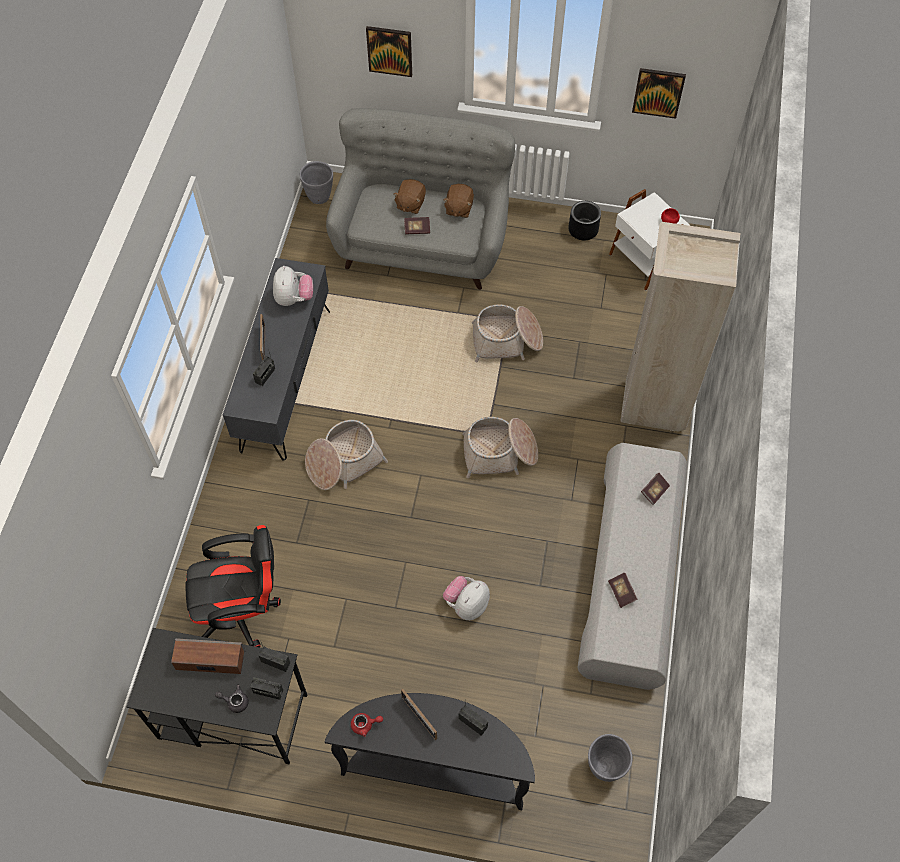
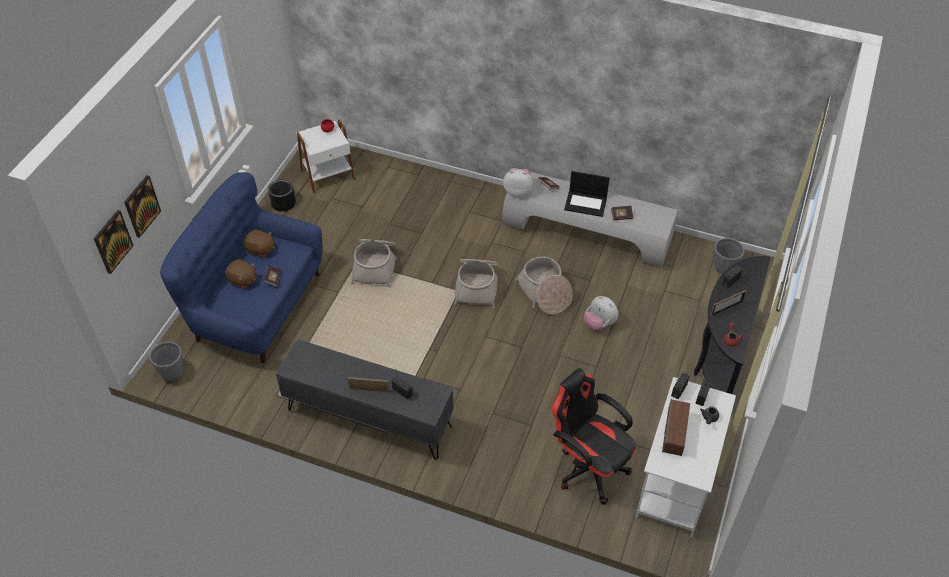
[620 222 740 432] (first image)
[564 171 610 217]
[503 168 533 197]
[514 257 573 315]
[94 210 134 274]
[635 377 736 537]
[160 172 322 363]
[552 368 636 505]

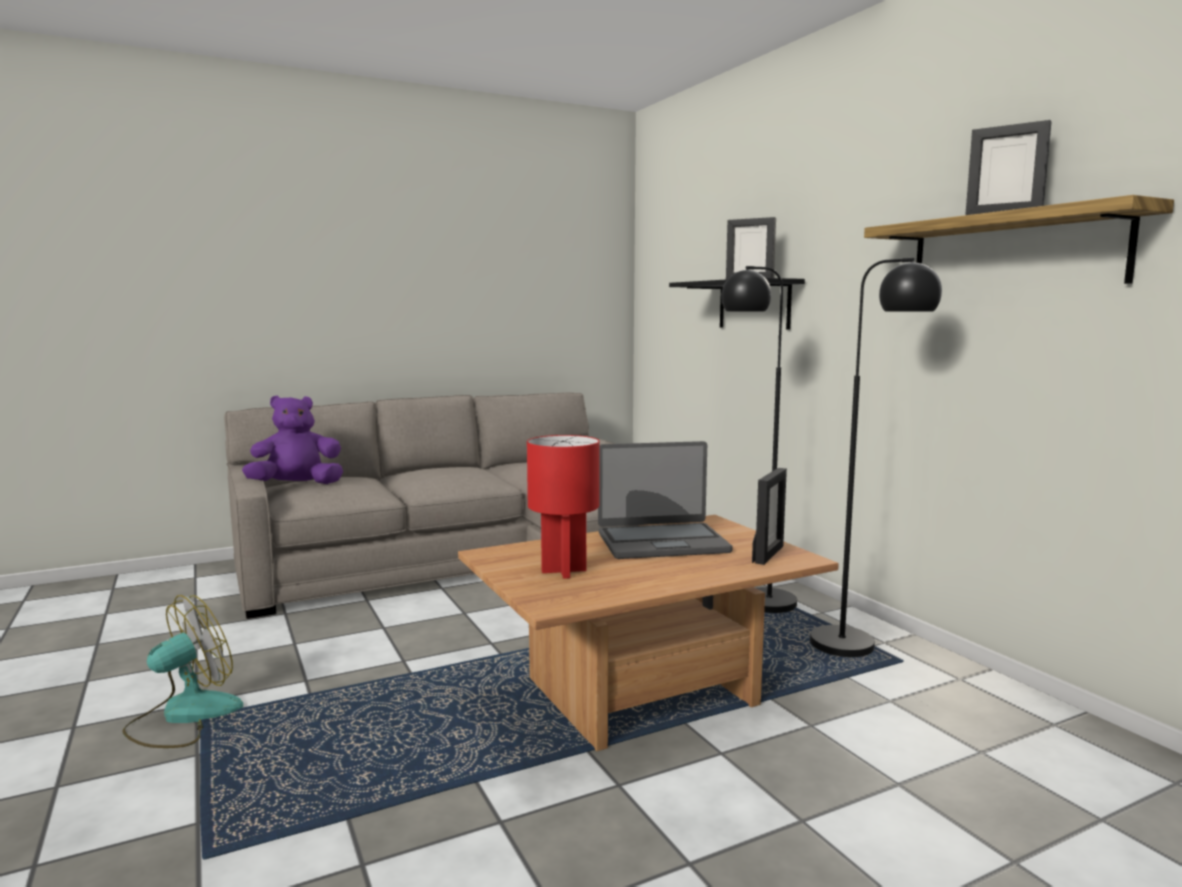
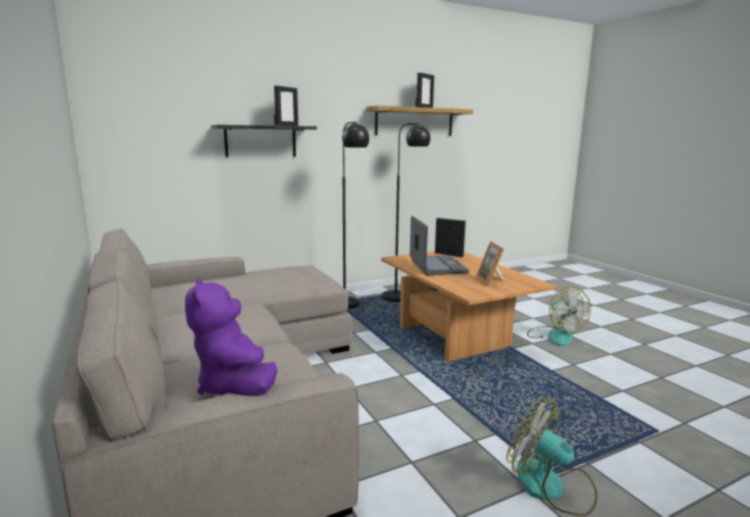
[527 286 591 346]
[476 241 504 286]

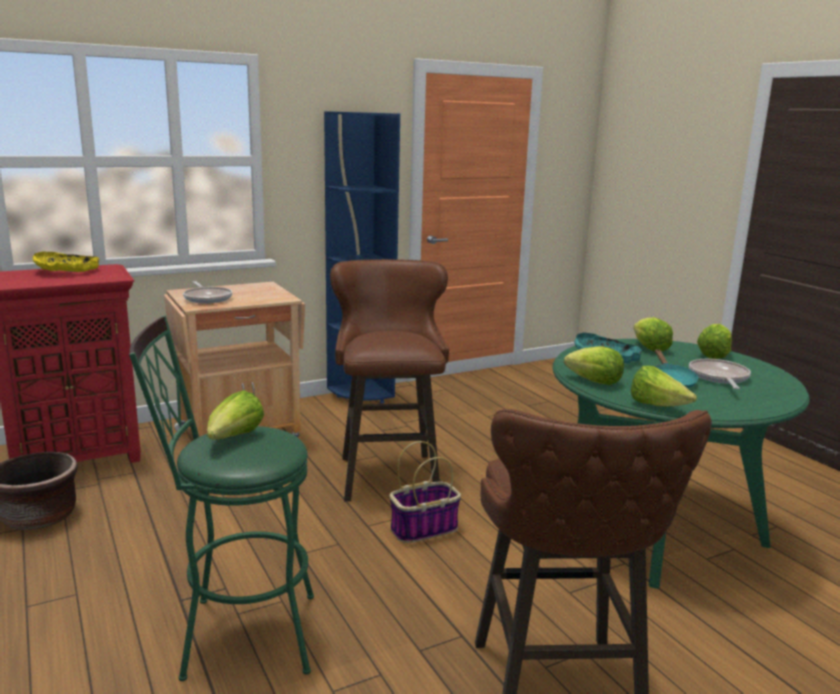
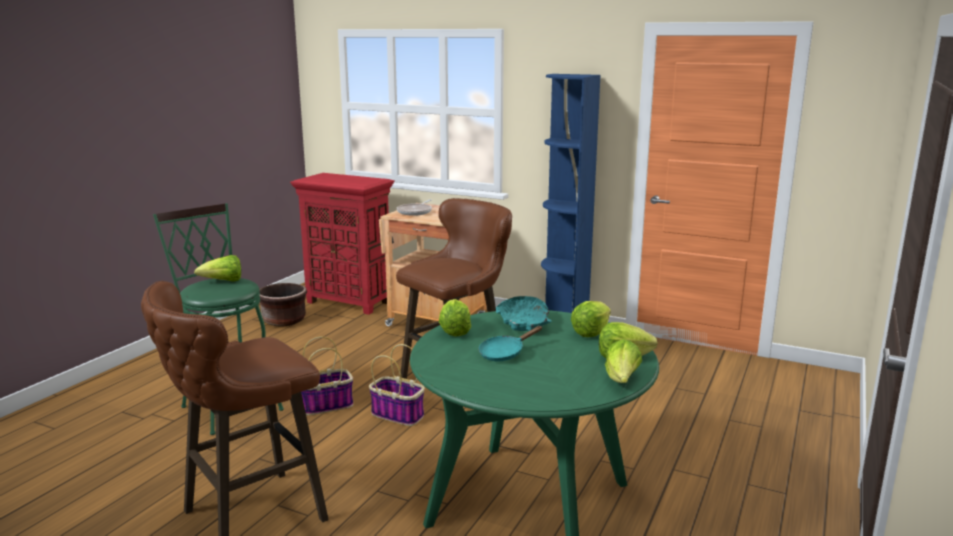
[32 251 99 272] (first image)
[689 359 751 389] (first image)
[301 337 354 415]
[605 339 642 383]

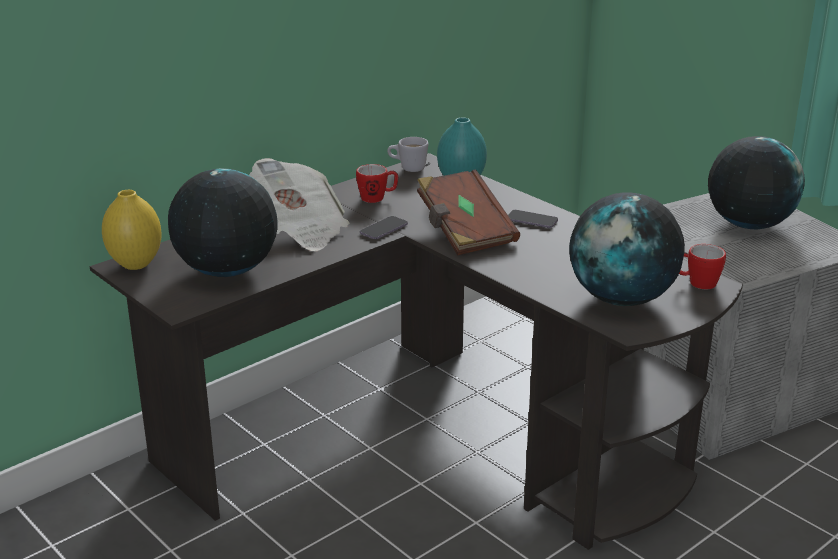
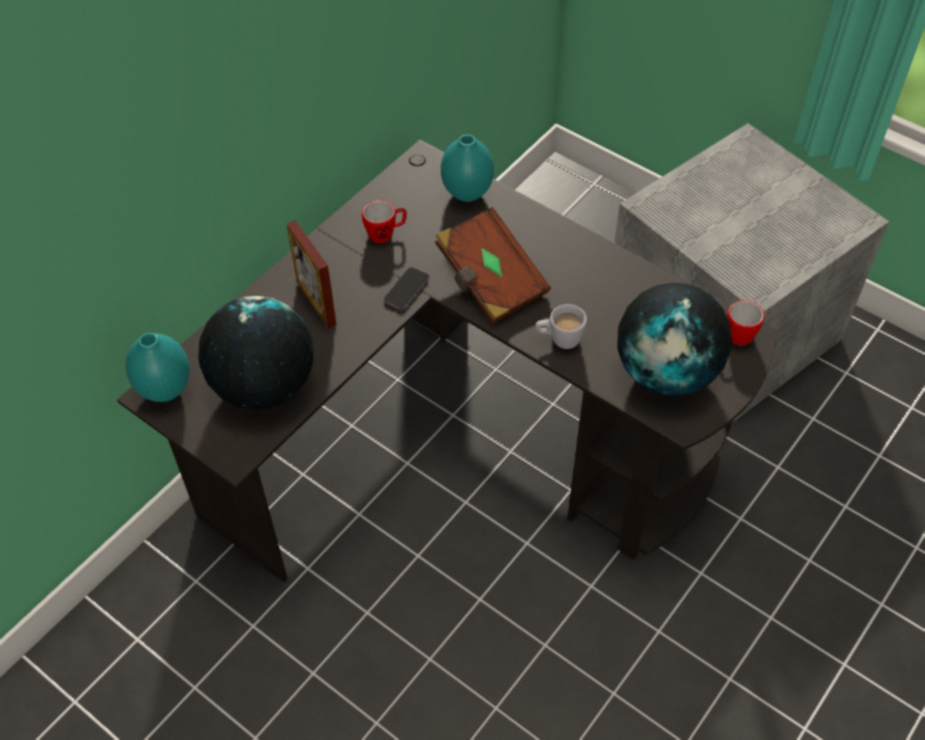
[508 210 558 228] (first image)
[708 136 805 229] (first image)
[535 304 587 349]
[287 220 337 329]
[125 333 190 402]

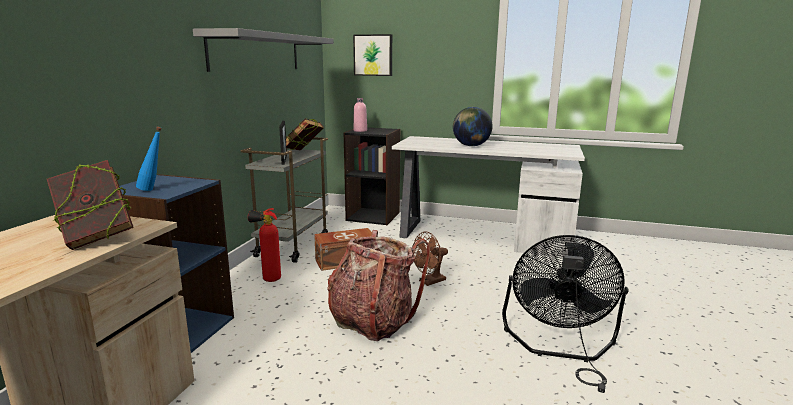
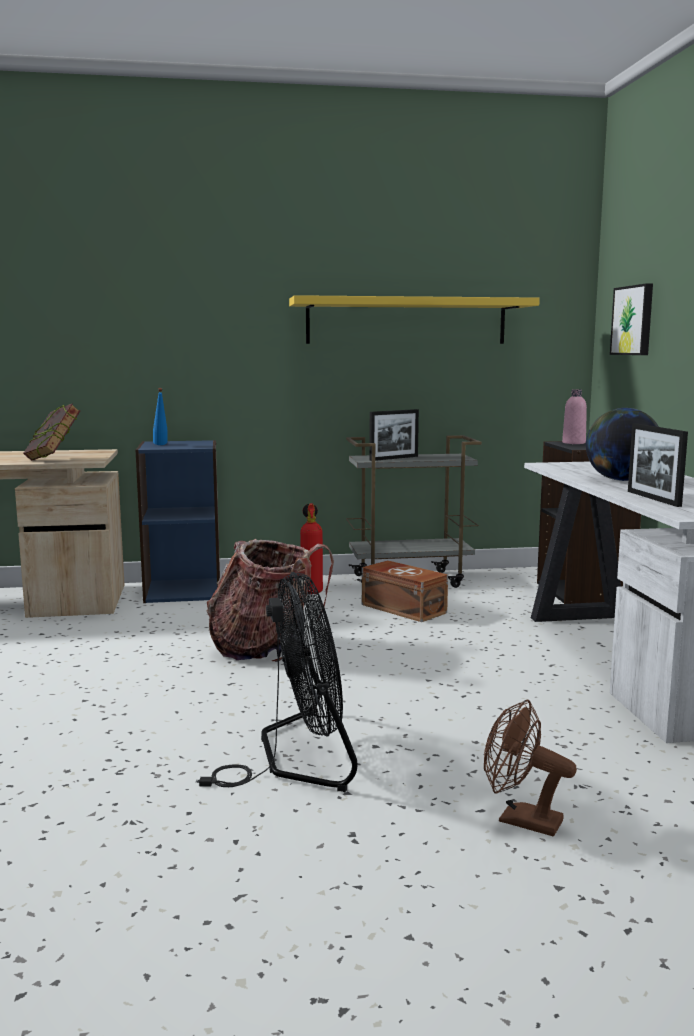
[286 118 324 151] (first image)
[628 423 688 507]
[484 700 577 836]
[289 295 540 344]

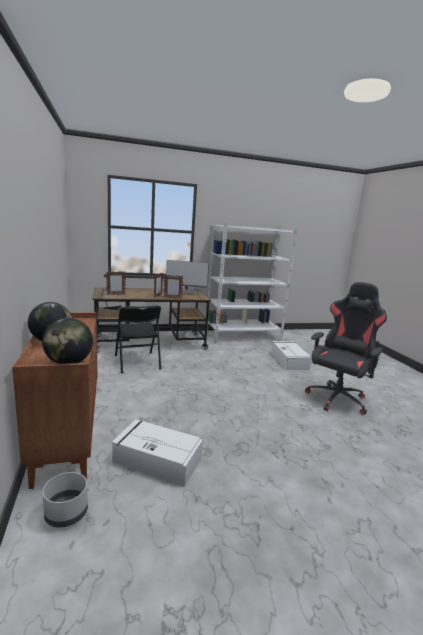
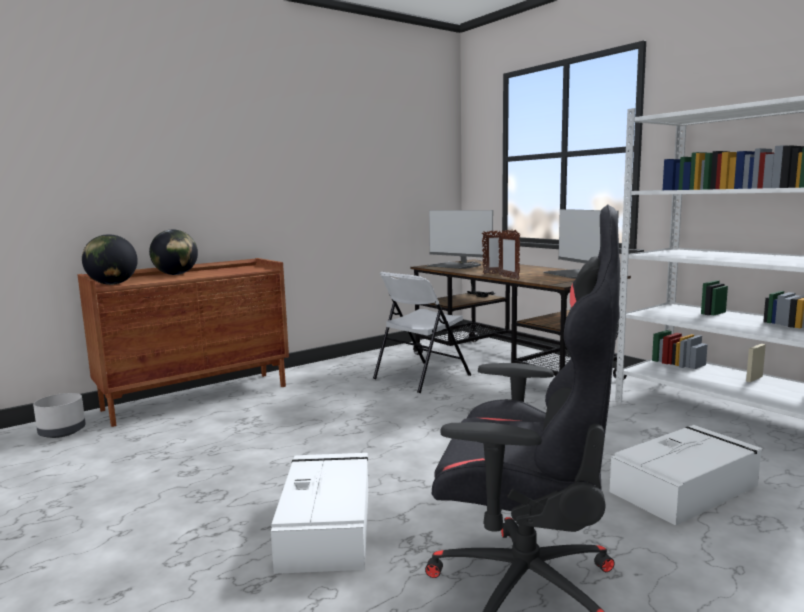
[271 453 368 574]
[427 210 493 269]
[373 272 471 393]

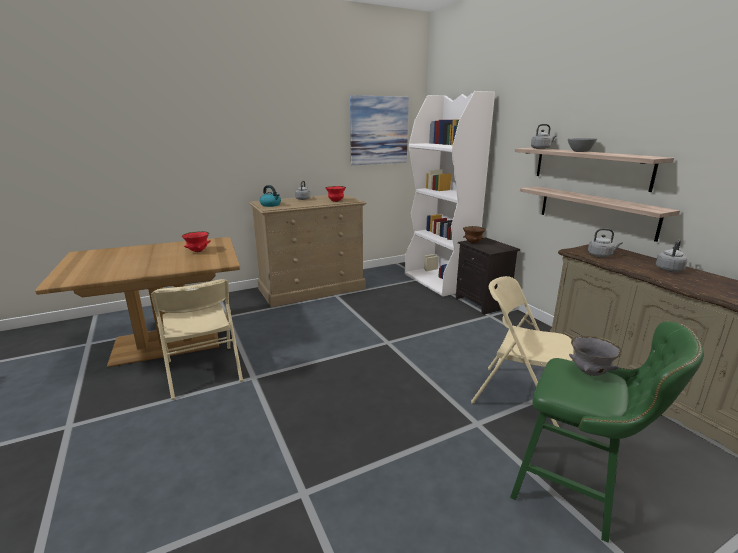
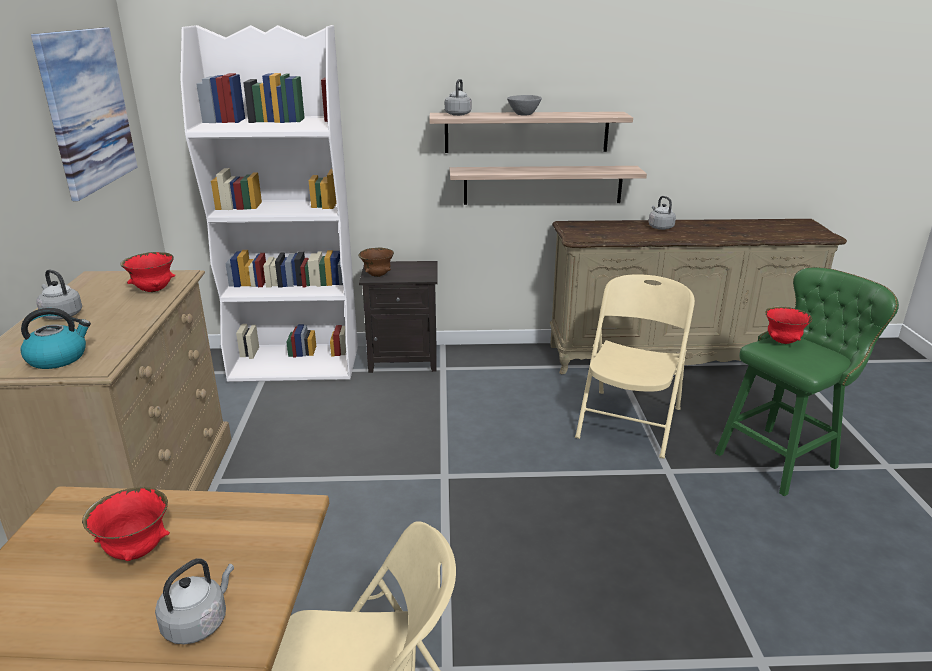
[155 559 234 644]
[765 306 812 344]
[575 274 695 459]

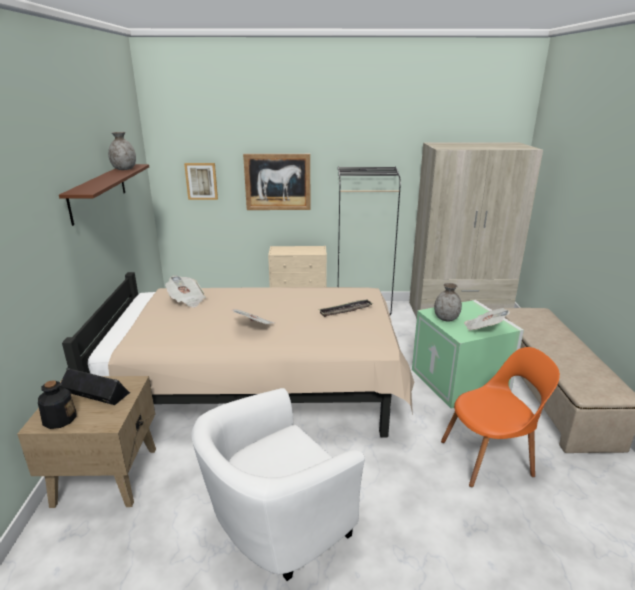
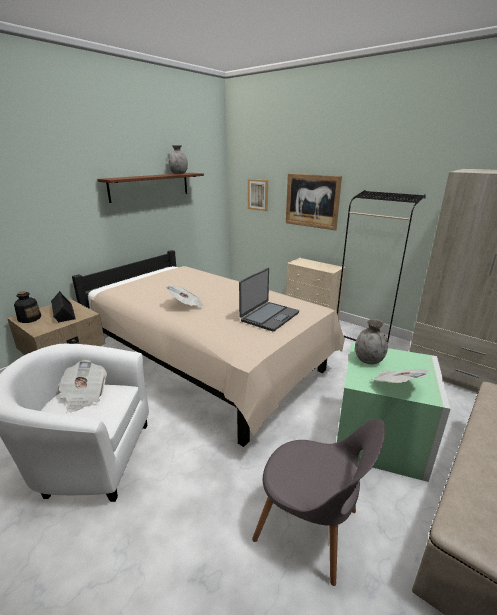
[58 360 107 412]
[239 268 299 332]
[252 419 386 586]

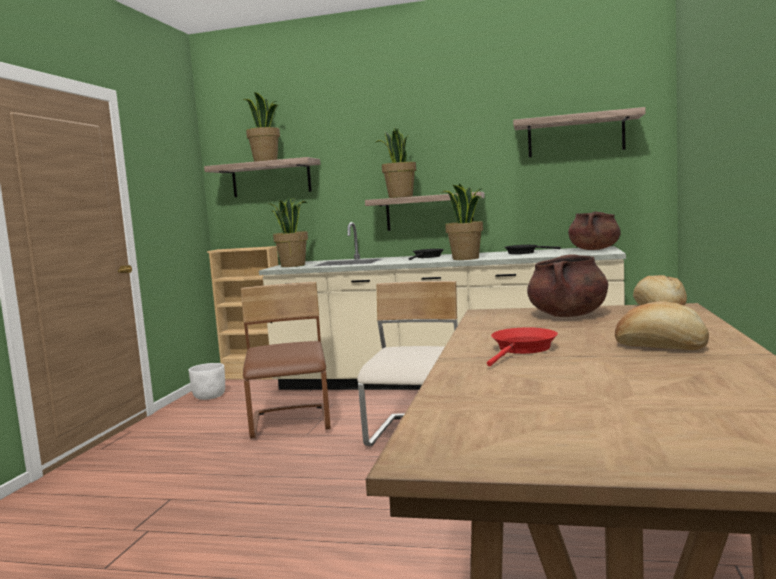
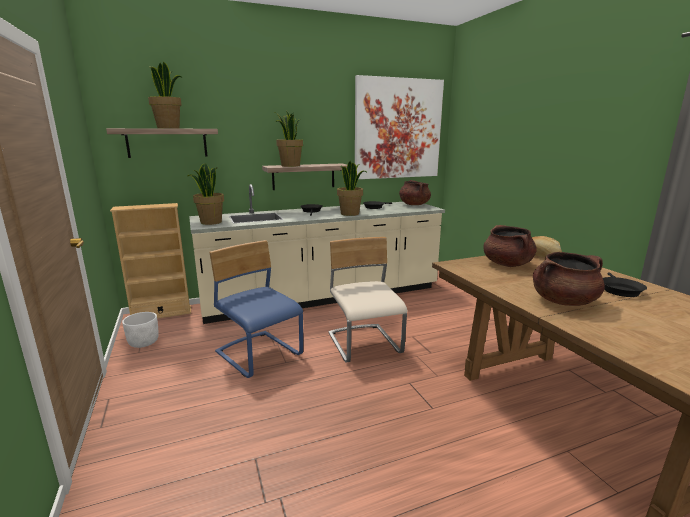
[533 252 605 306]
[355 75 444 179]
[603 272 647 297]
[209 240 303 378]

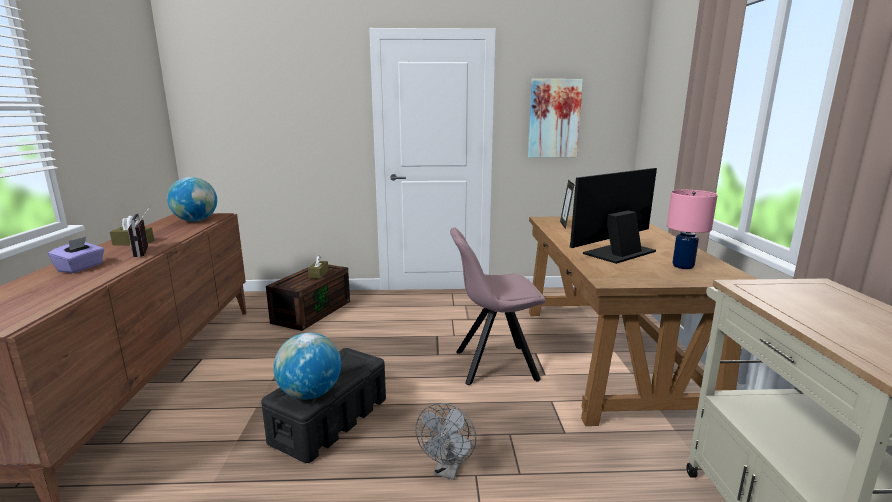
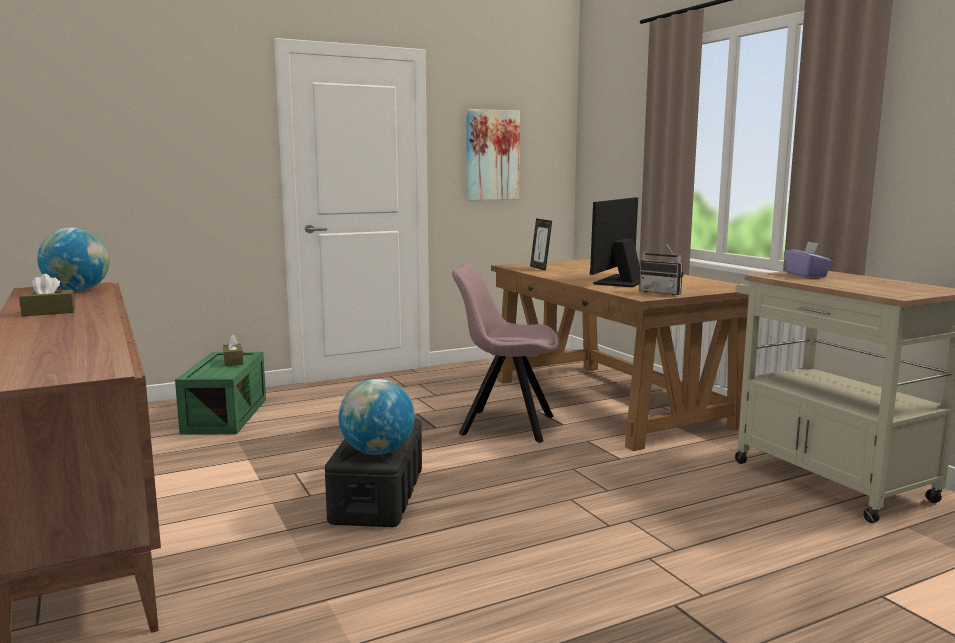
[415 403 476 480] (first image)
[667 190 718 269] (first image)
[784 242 833 278]
[639 242 683 296]
[175 352 266 435]
[452 264 559 443]

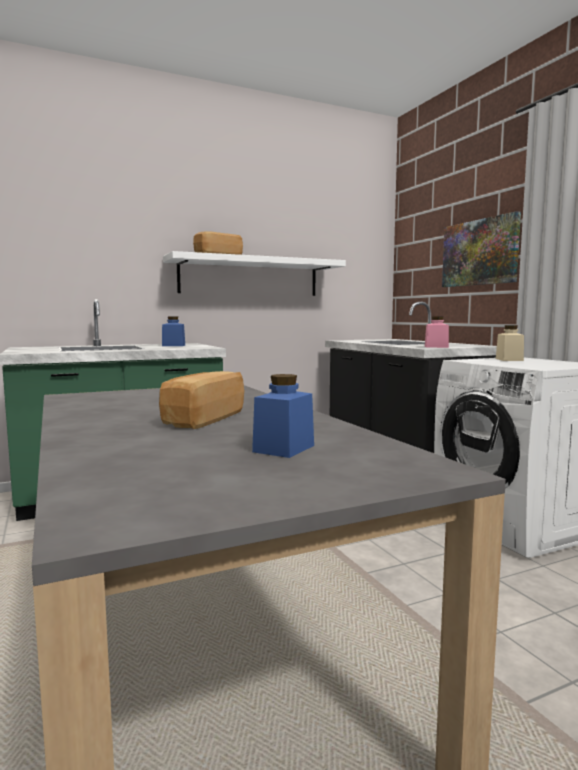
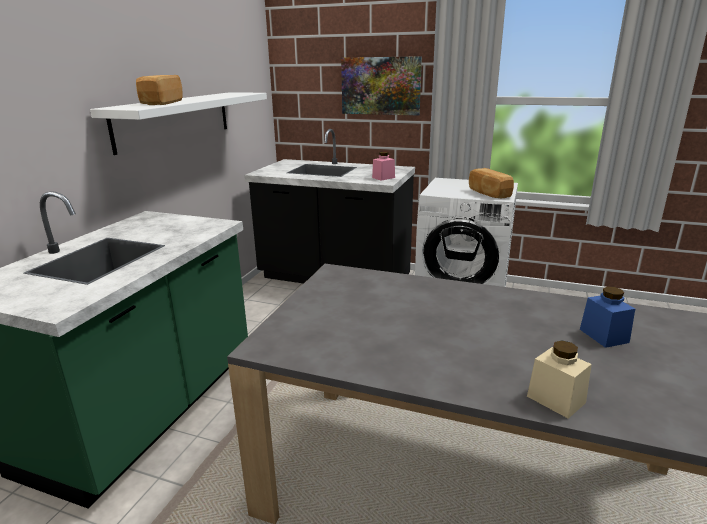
[162 316 185 346] (first image)
[469 168 514 198]
[527 341 592 419]

